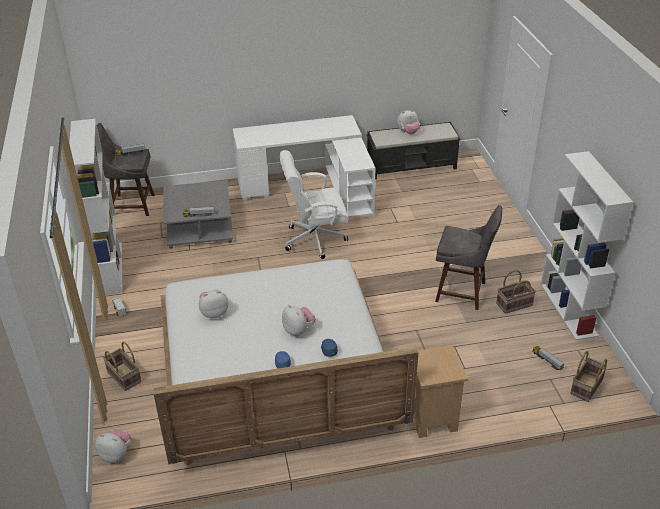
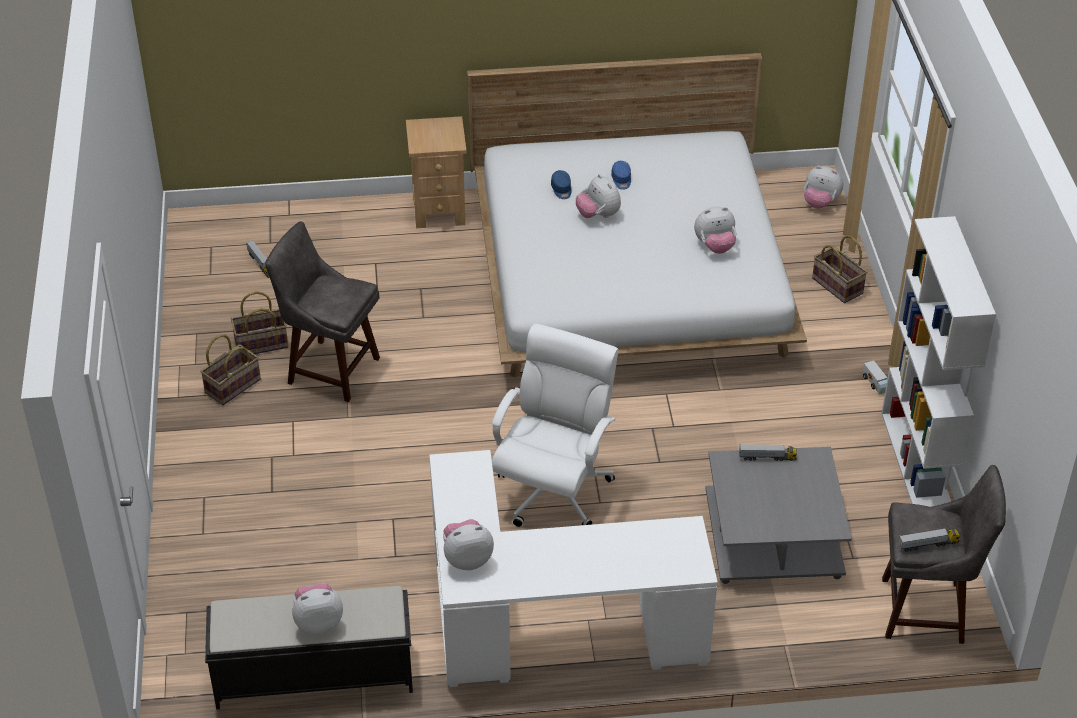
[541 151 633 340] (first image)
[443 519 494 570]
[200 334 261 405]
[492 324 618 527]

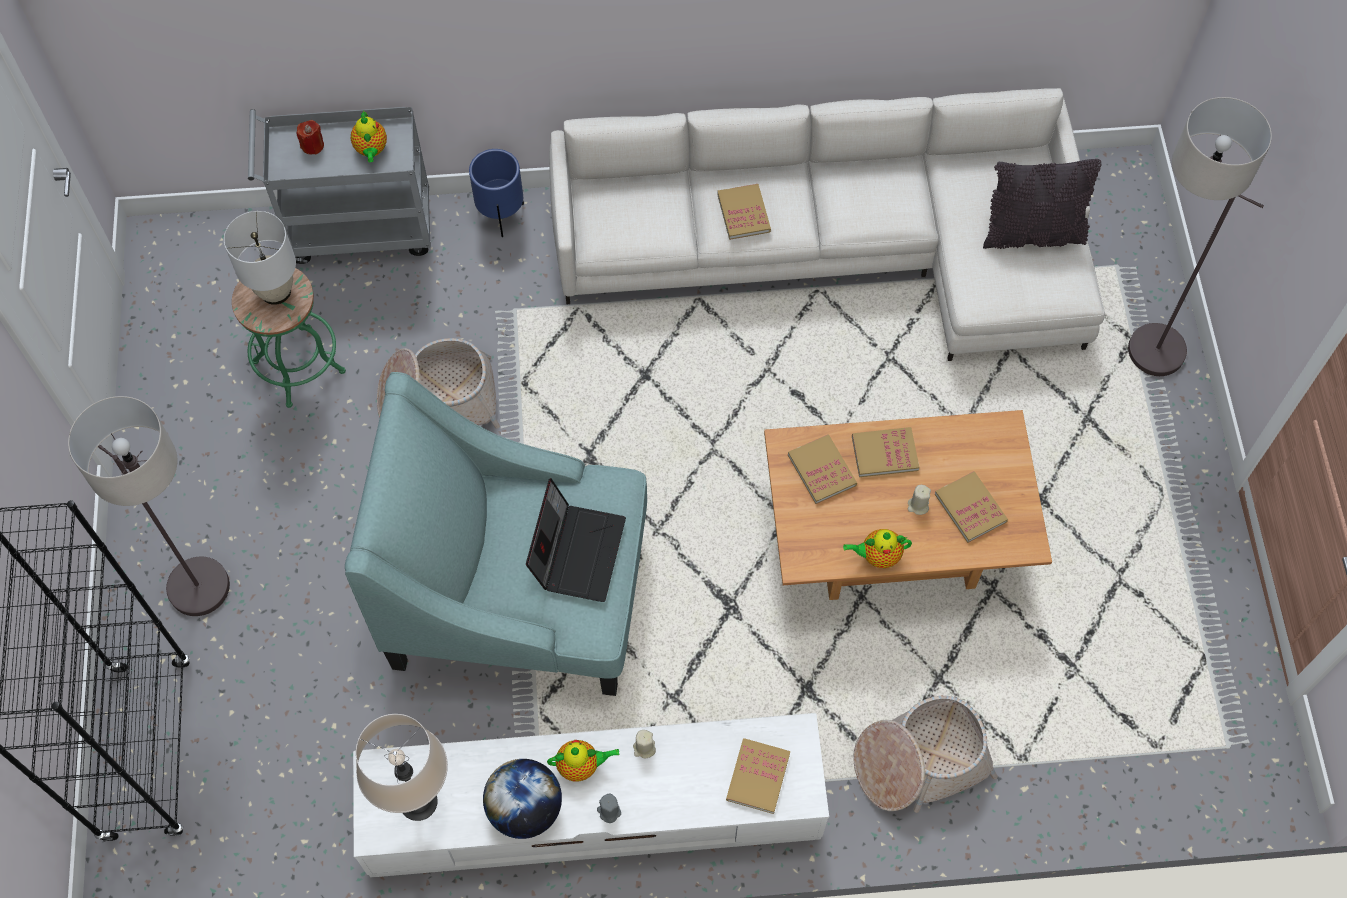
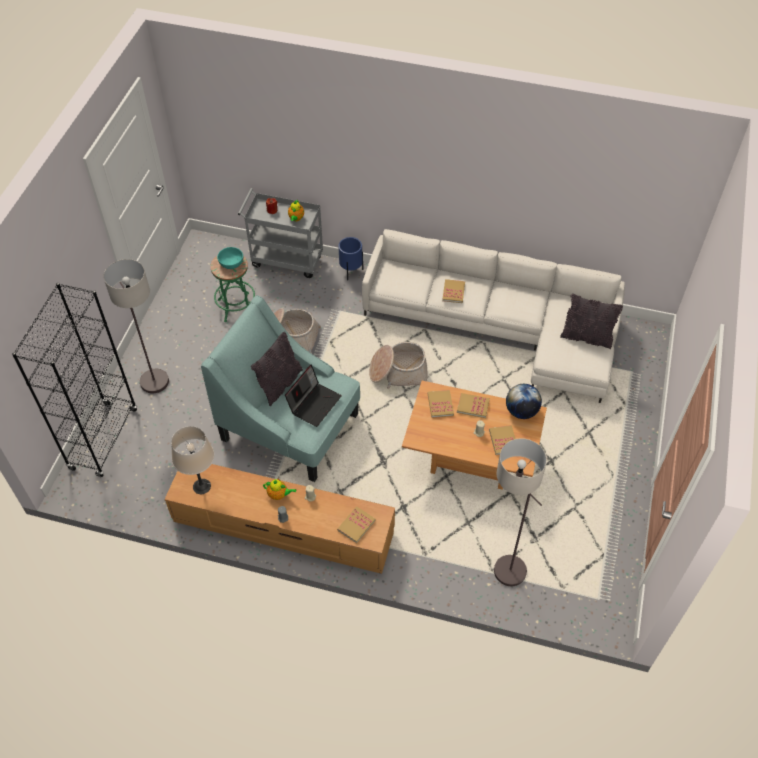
[843 529 912 568] (first image)
[251 332 303 406]
[506 384 542 419]
[369 342 428 389]
[494 438 547 586]
[217 247 243 269]
[164 464 395 574]

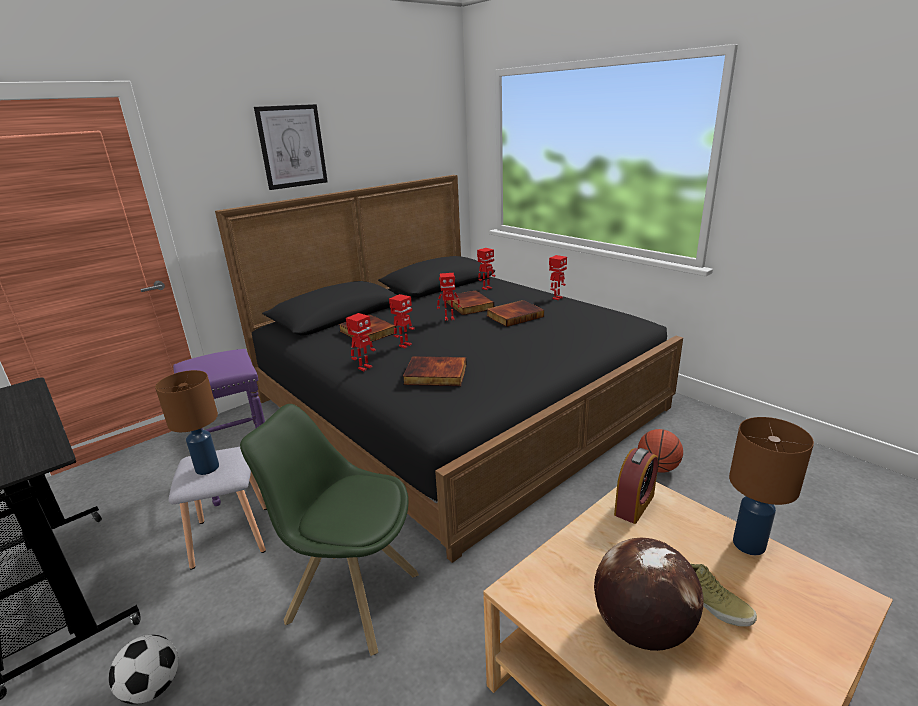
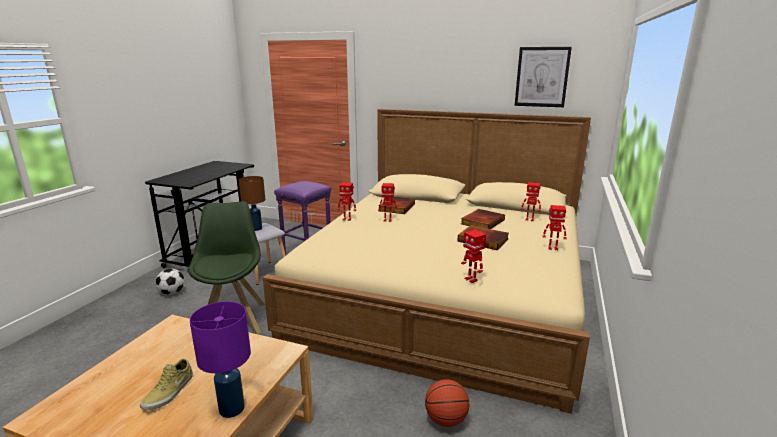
[403 356 467 386] (first image)
[594 538 704 651] (first image)
[614 448 658 524] (first image)
[515 47 572 107]
[461 230 486 283]
[263 109 591 414]
[190 301 251 418]

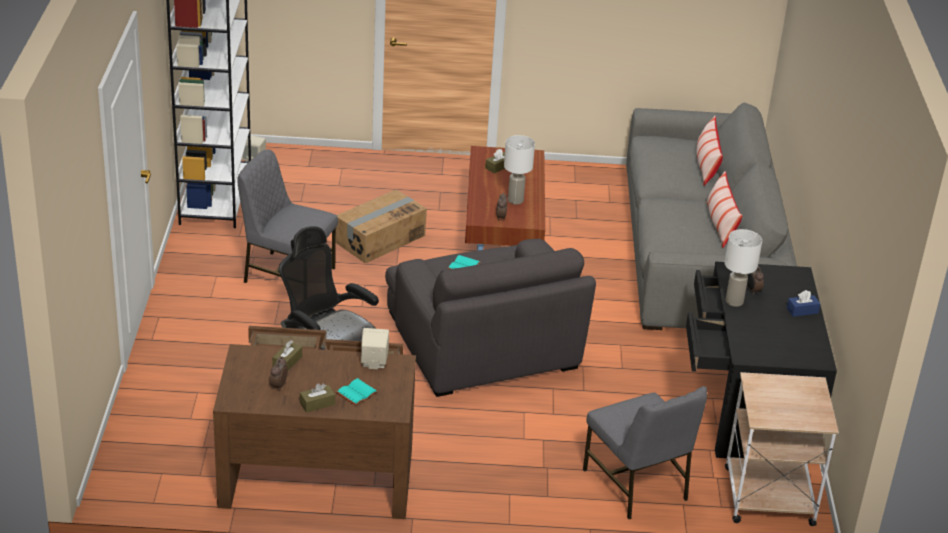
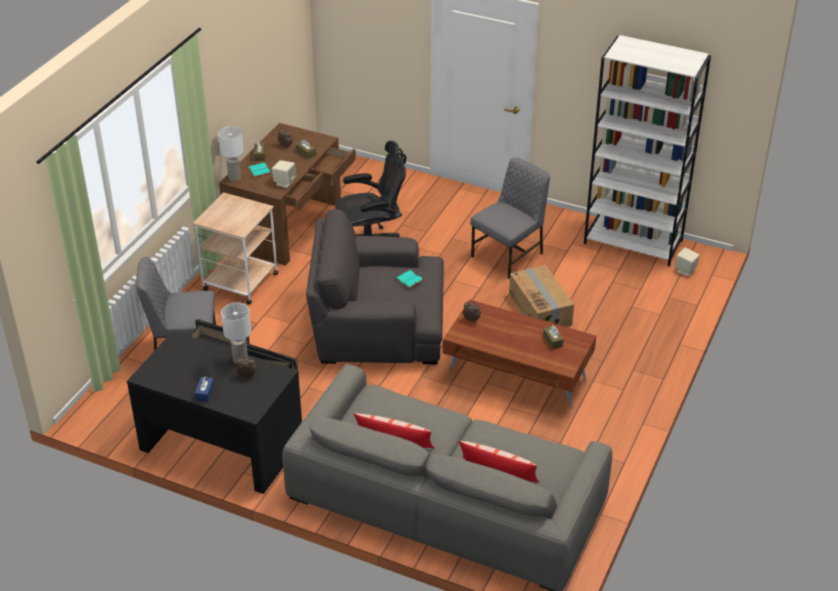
[218 126 244 181]
[193 192 278 305]

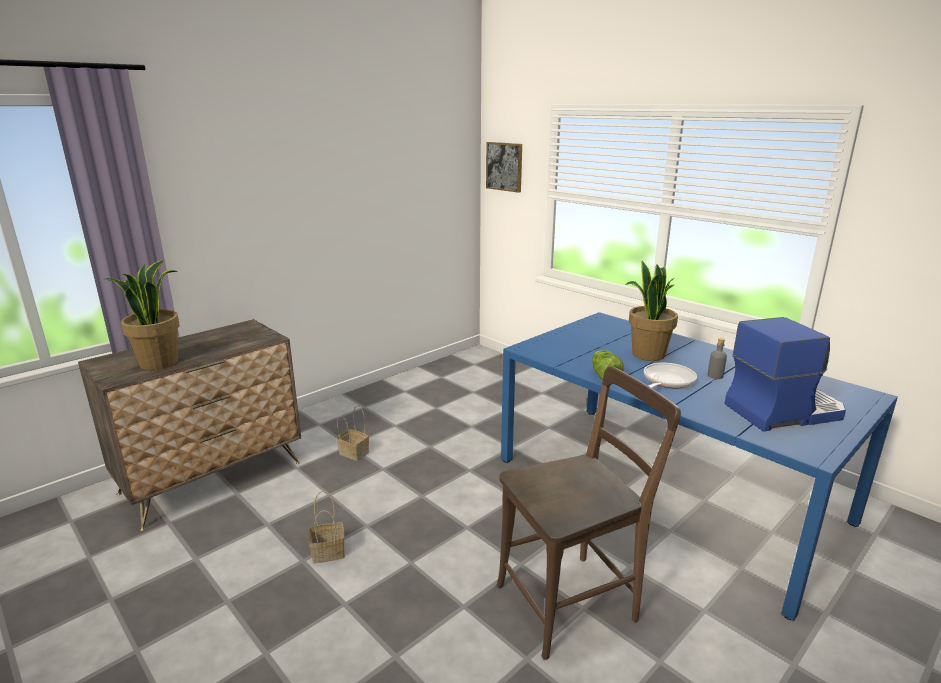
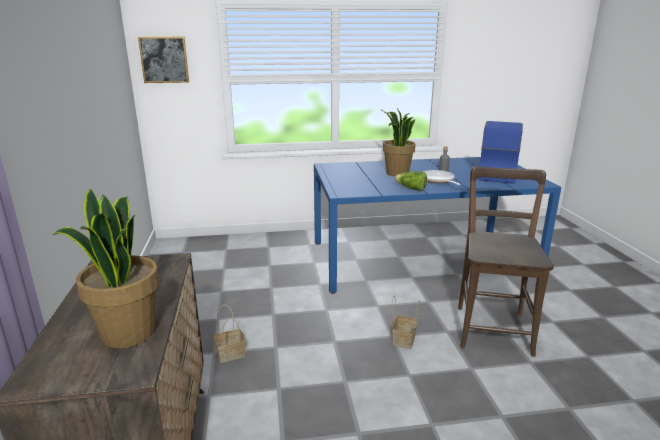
[392 295 420 349]

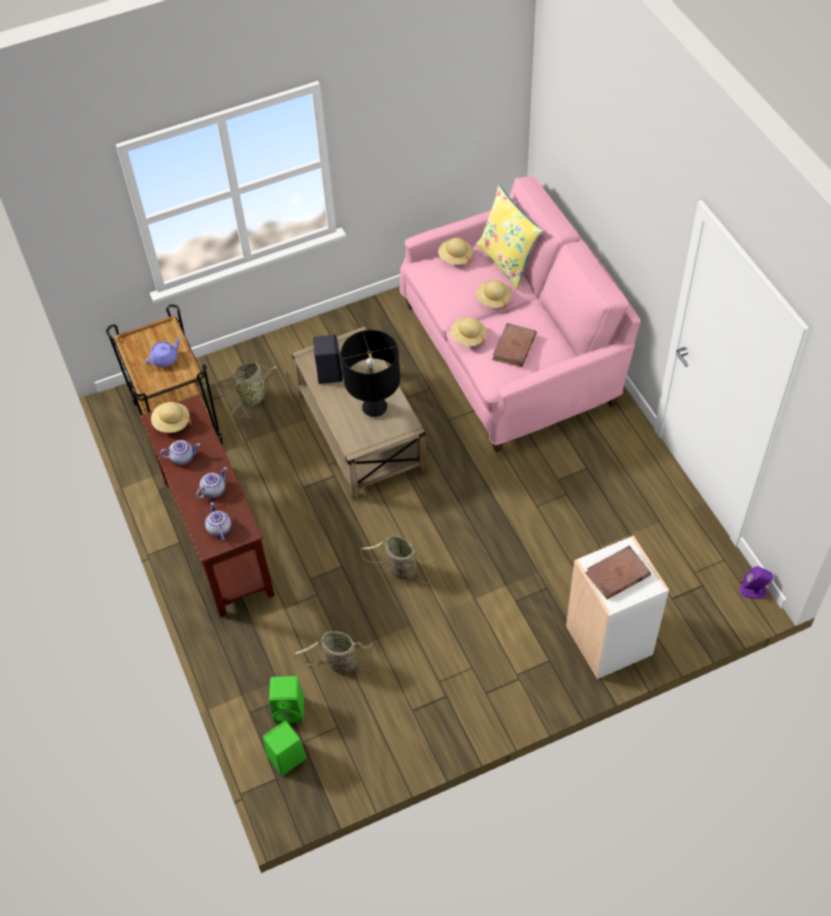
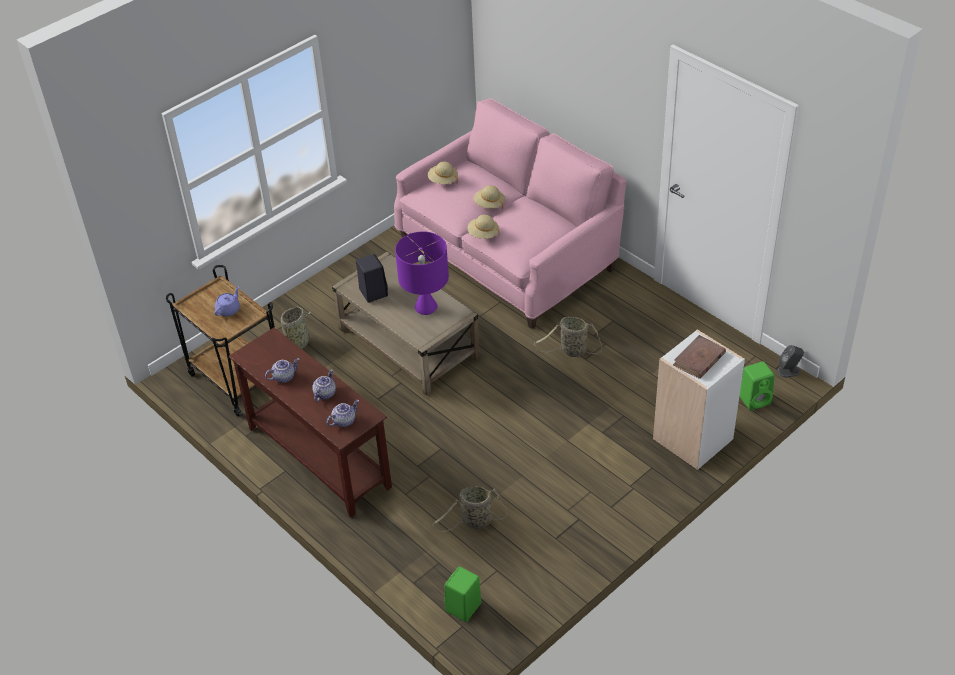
[151 402 191 433] (first image)
[476 185 543 290] (first image)
[492 323 537 367] (first image)
[740 361 775 411]
[534 317 602 357]
[395 231 449 315]
[777 345 804 378]
[327 400 359 427]

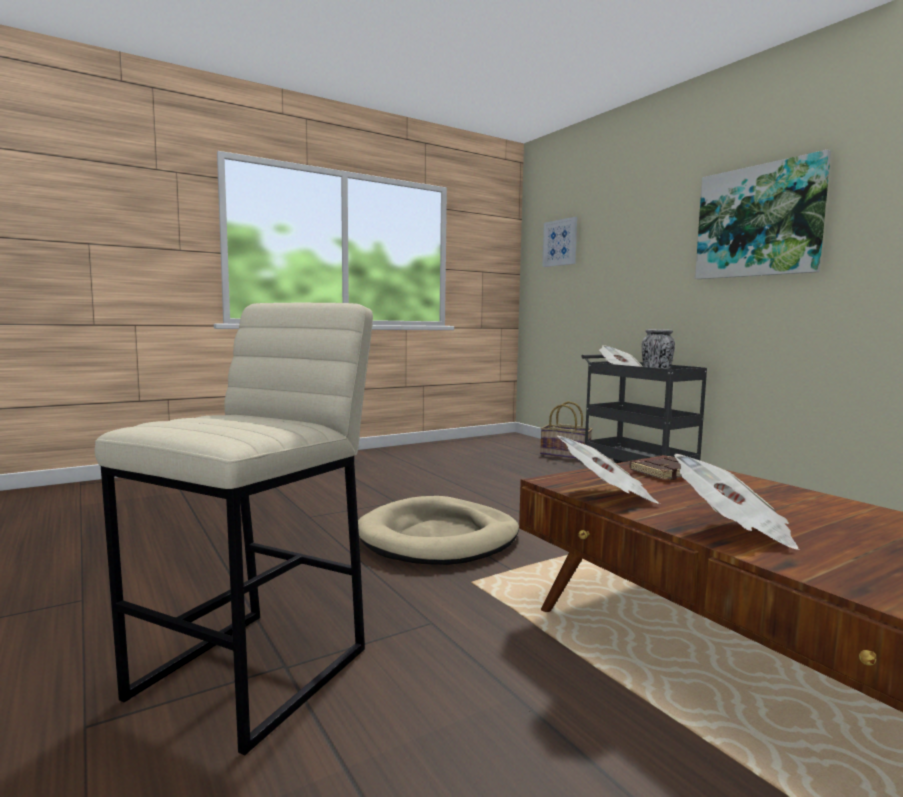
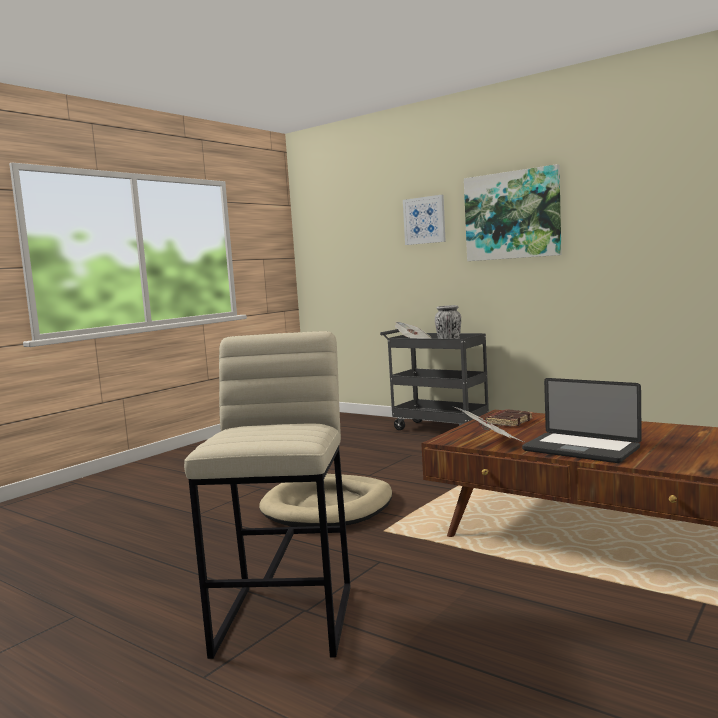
[540 401 592 459] (first image)
[403 195 446 245]
[522 378 642 463]

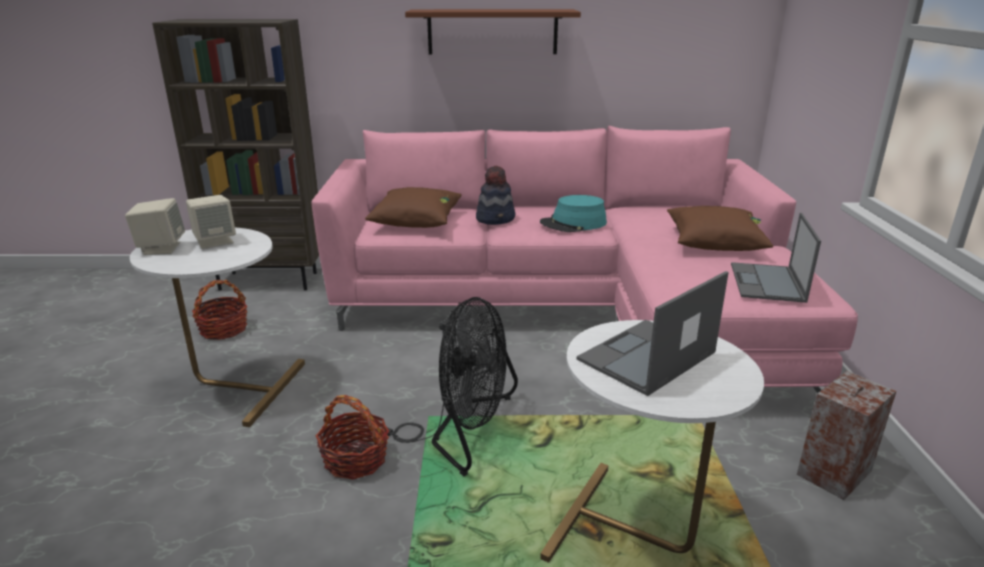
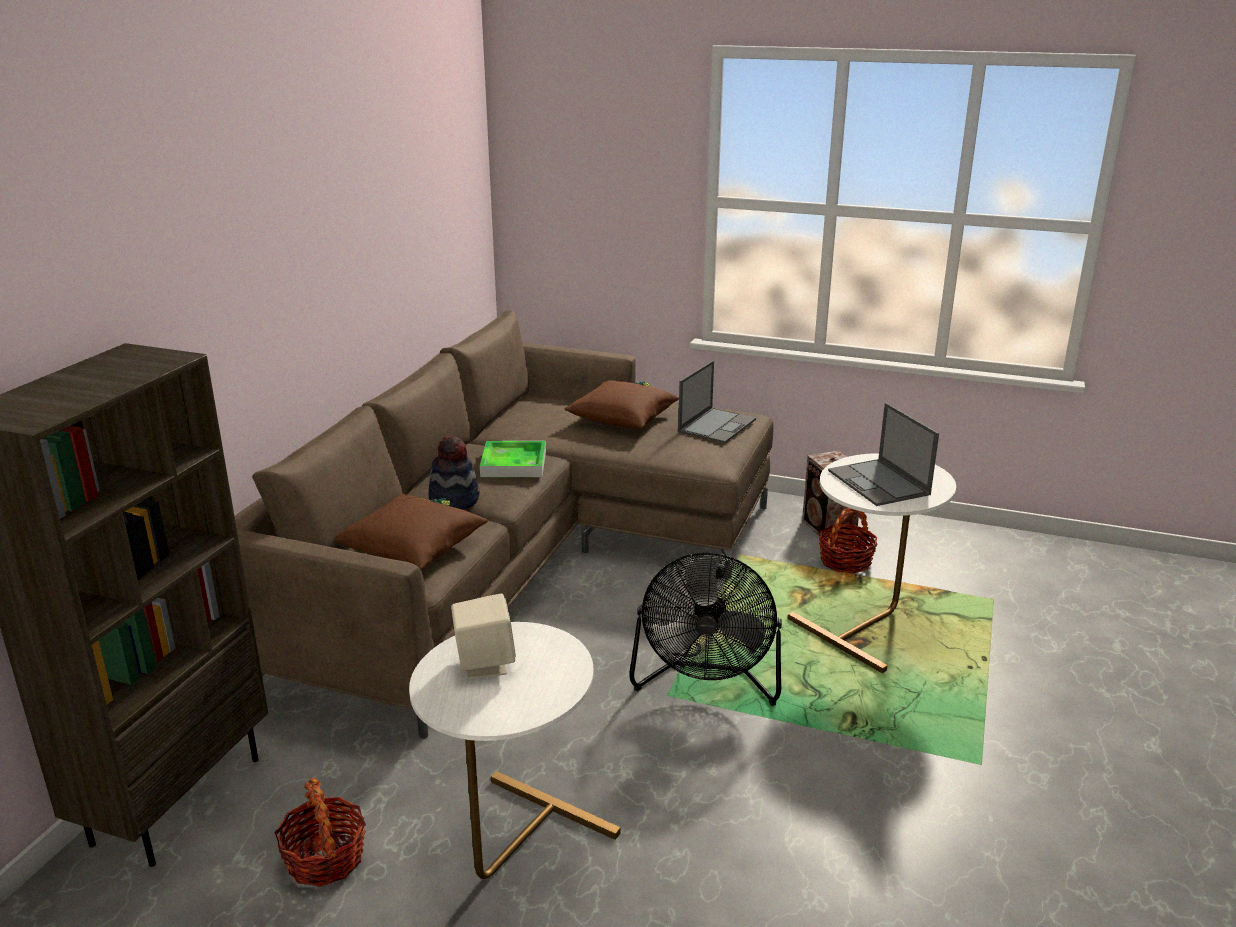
[125 198 185 255] (first image)
[405 9 581 54] (first image)
[819 508 877 574]
[480 441 546 477]
[235 310 773 739]
[629 552 782 706]
[678 360 756 443]

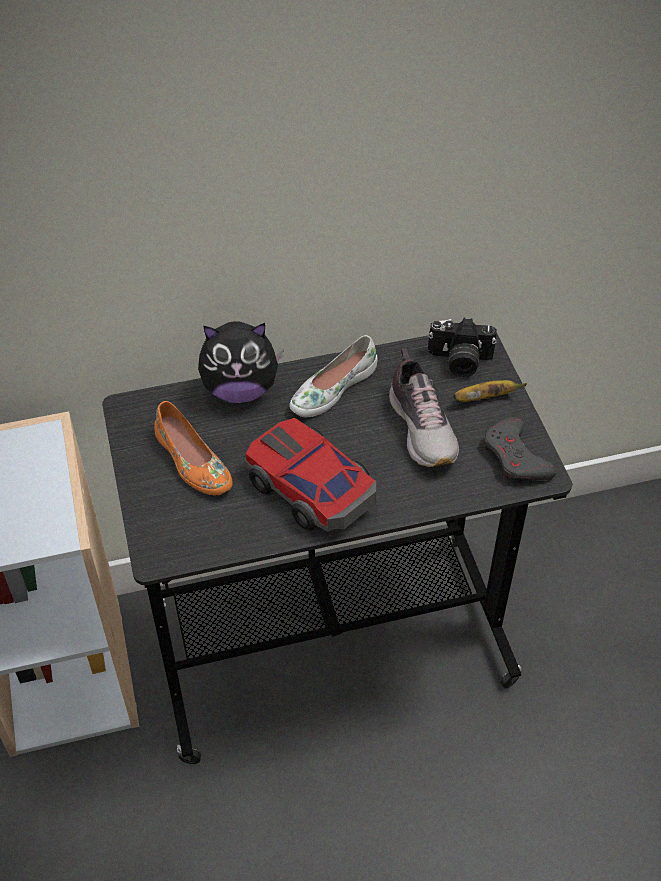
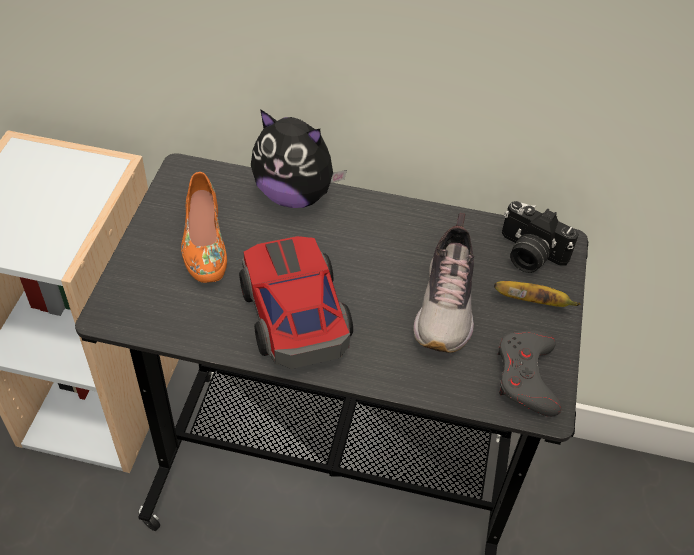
[289 335 378 417] (first image)

